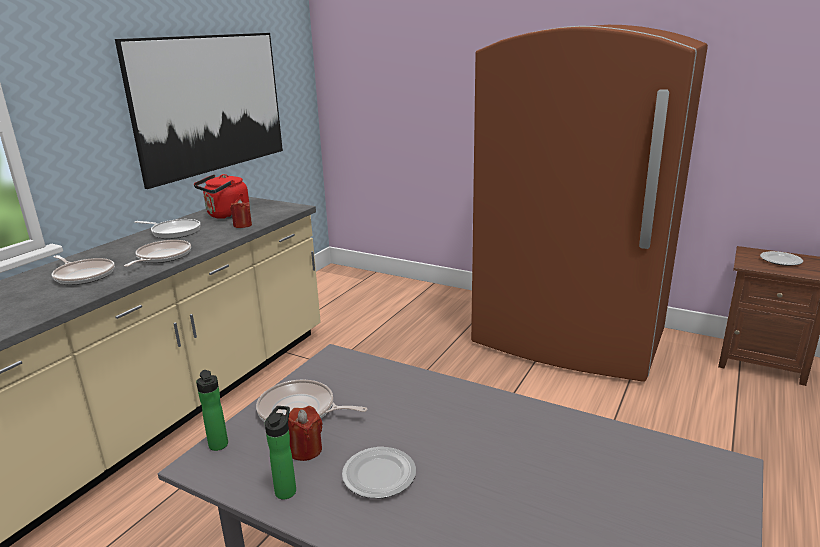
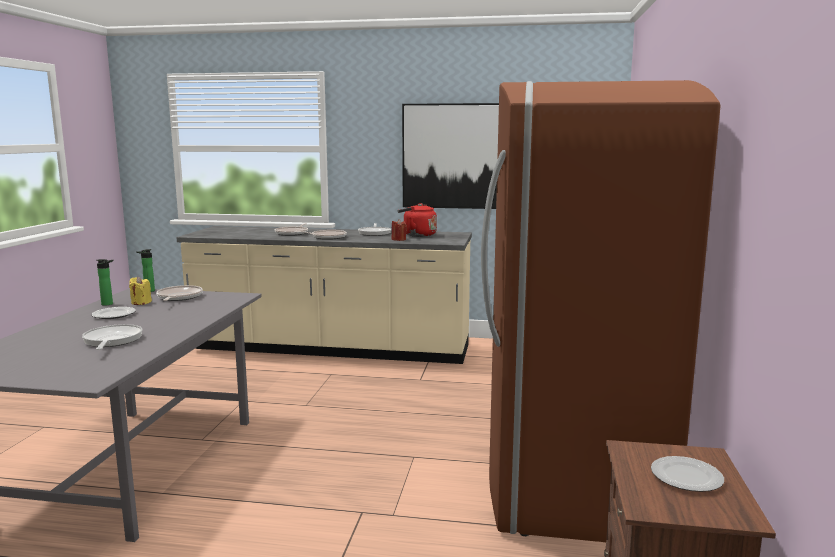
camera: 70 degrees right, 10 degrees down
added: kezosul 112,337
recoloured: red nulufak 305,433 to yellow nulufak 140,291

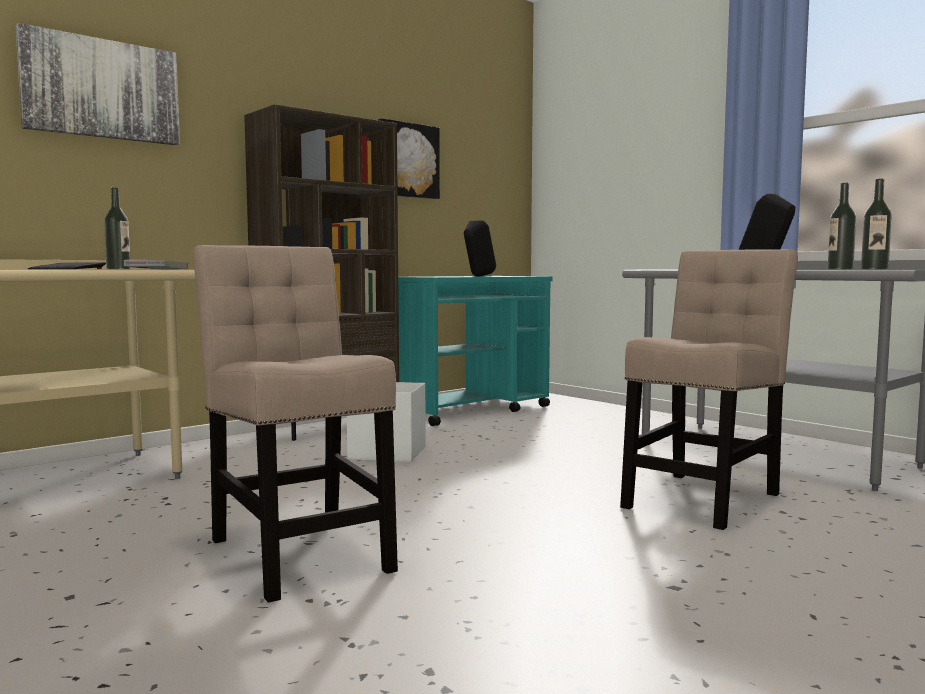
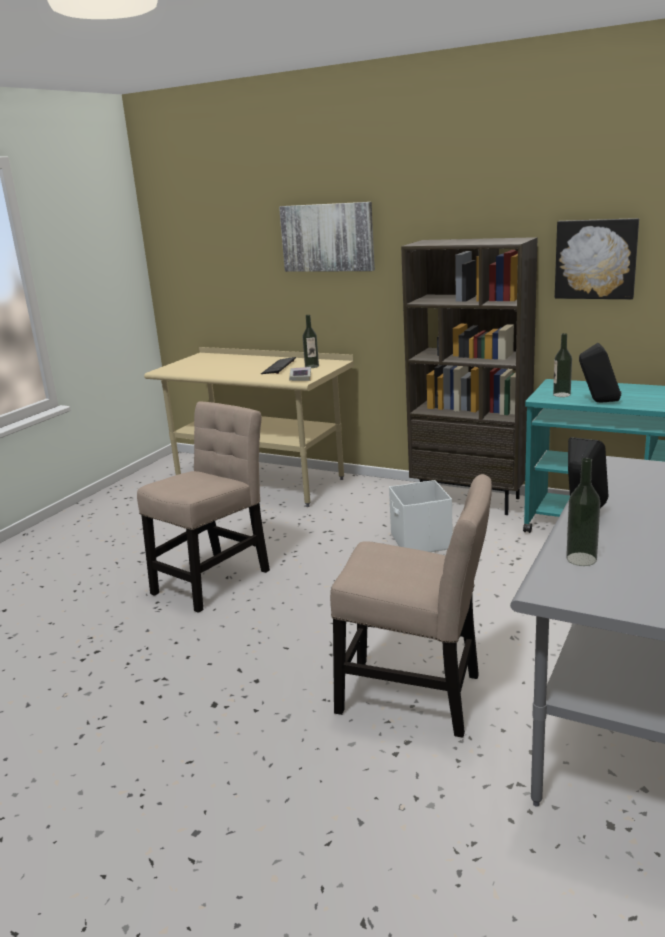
camera: 70 degrees right, 15 degrees up
moved: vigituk 876,223 to 562,365

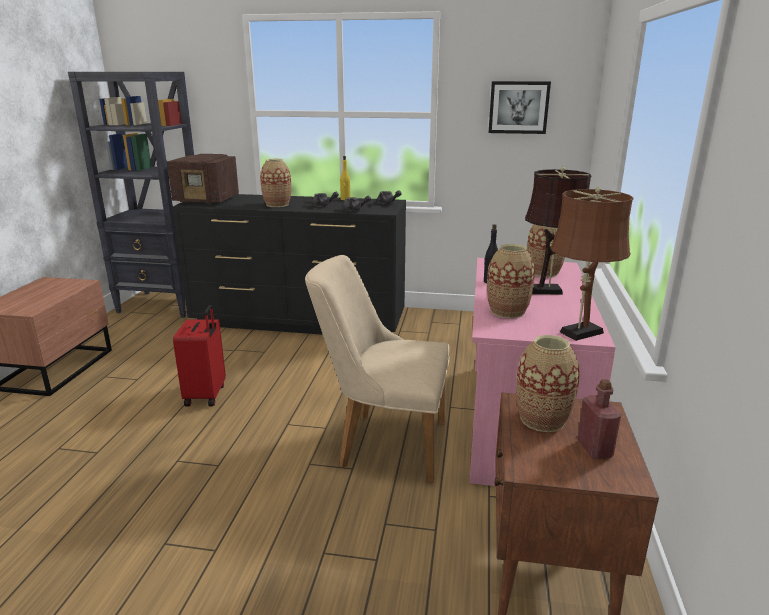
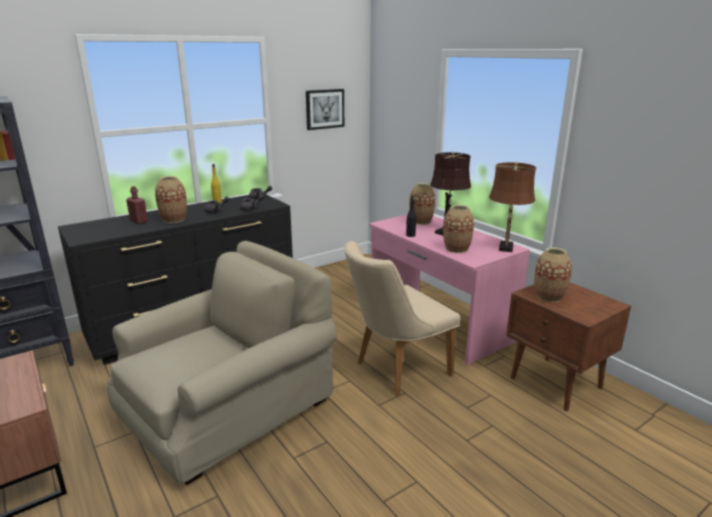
camera: 45 degrees left, 0 degrees up
removed: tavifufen 203,179
moved: red vigituk 599,419 to 137,205
replaced: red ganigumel 199,355 to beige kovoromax 222,363

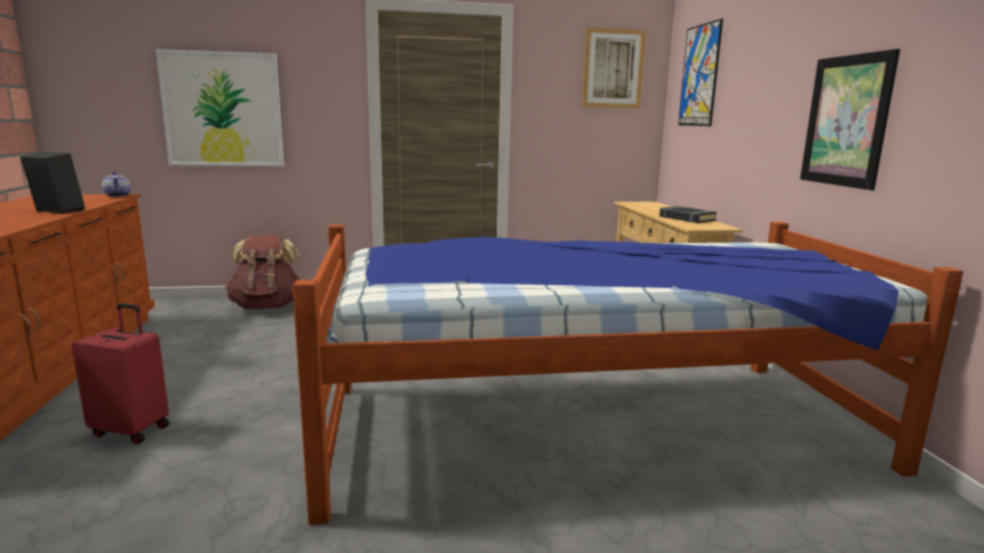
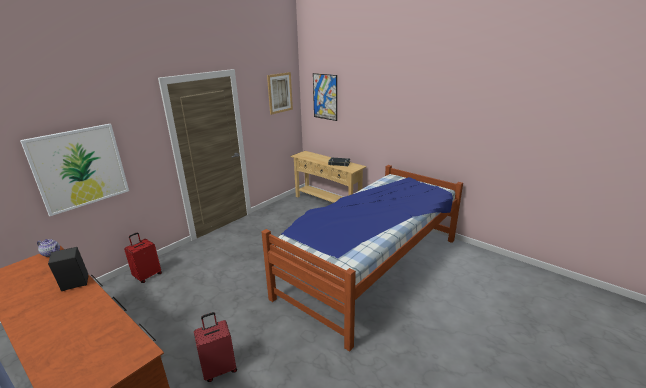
camera: 40 degrees left, 10 degrees up
removed: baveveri 850,119
replaced: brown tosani 262,272 to red ganigumel 143,257

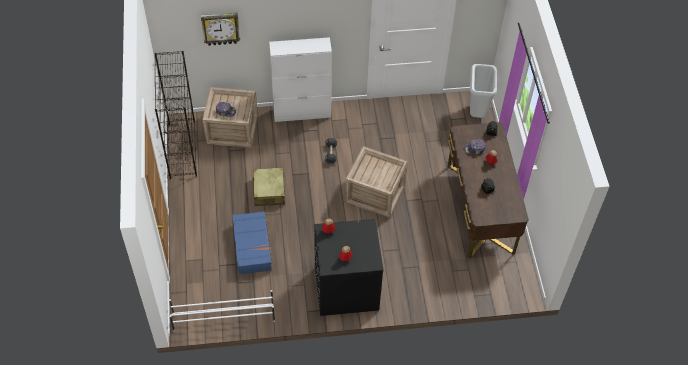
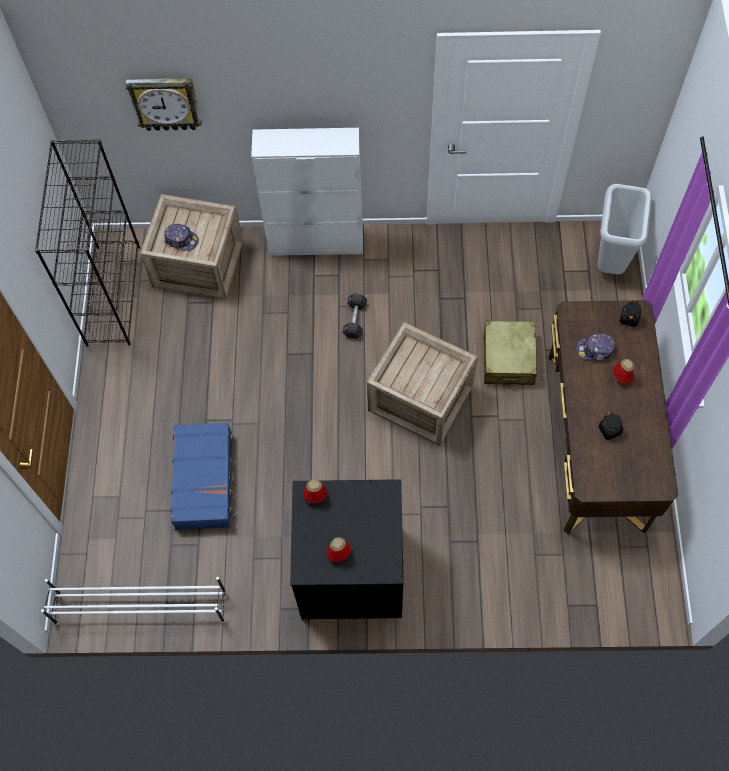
camera: 10 degrees right, 10 degrees up
moved: beige ganigumel 268,186 to 509,353

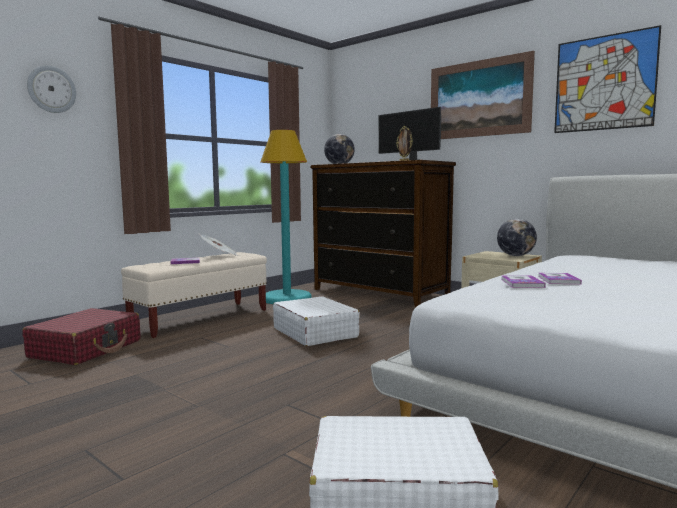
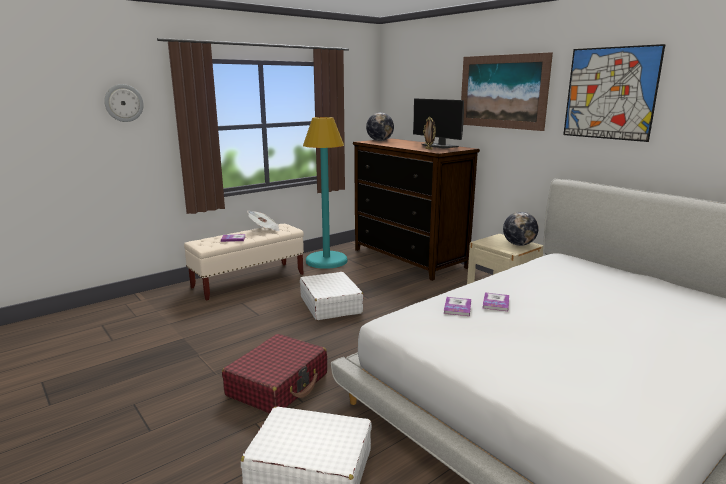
camera: 10 degrees right, 10 degrees up
moved: red ganigumel 81,336 to 274,374

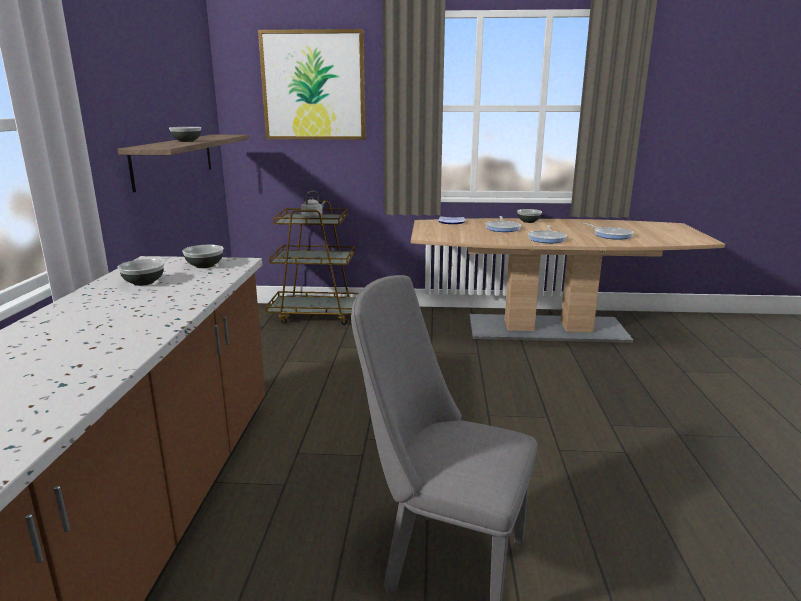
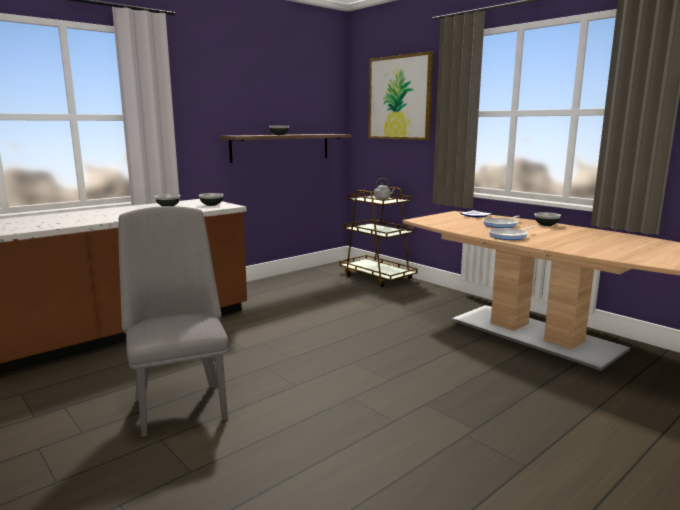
camera: 45 degrees right, 5 degrees down
removed: kezosul 608,231

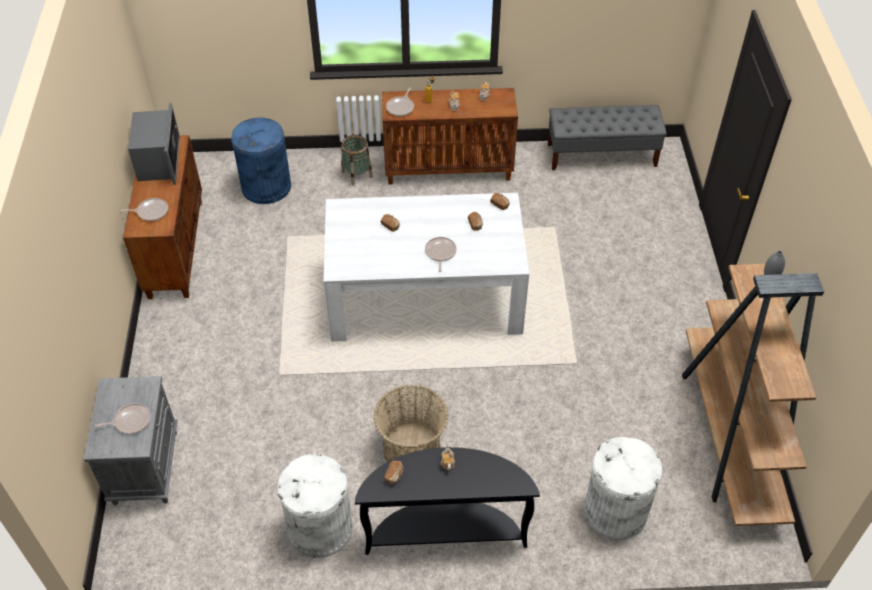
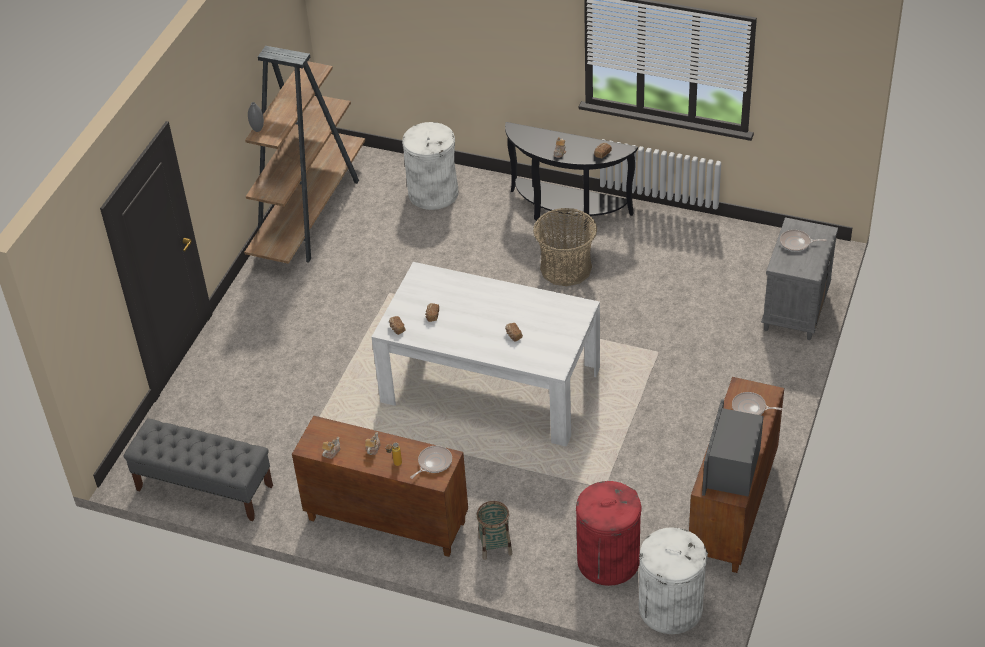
camera: 155 degrees left, 5 degrees down
removed: kezosul 441,254
moved: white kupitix 315,506 to 673,580
recoloured: blue kupitix 261,161 to red kupitix 609,533

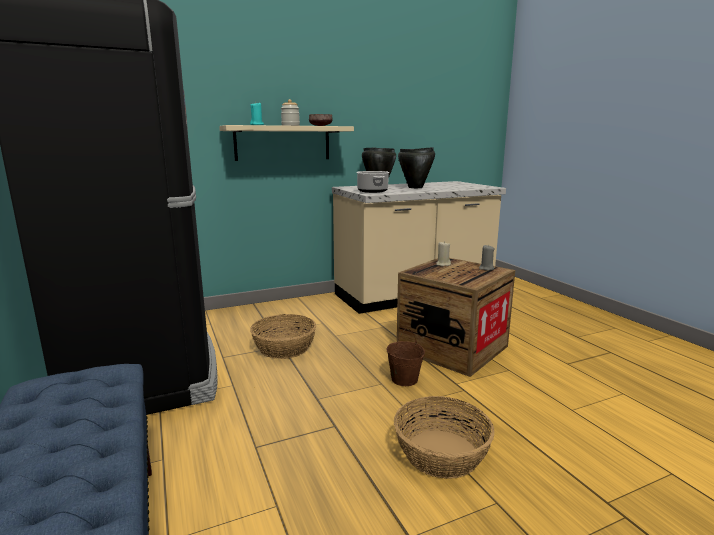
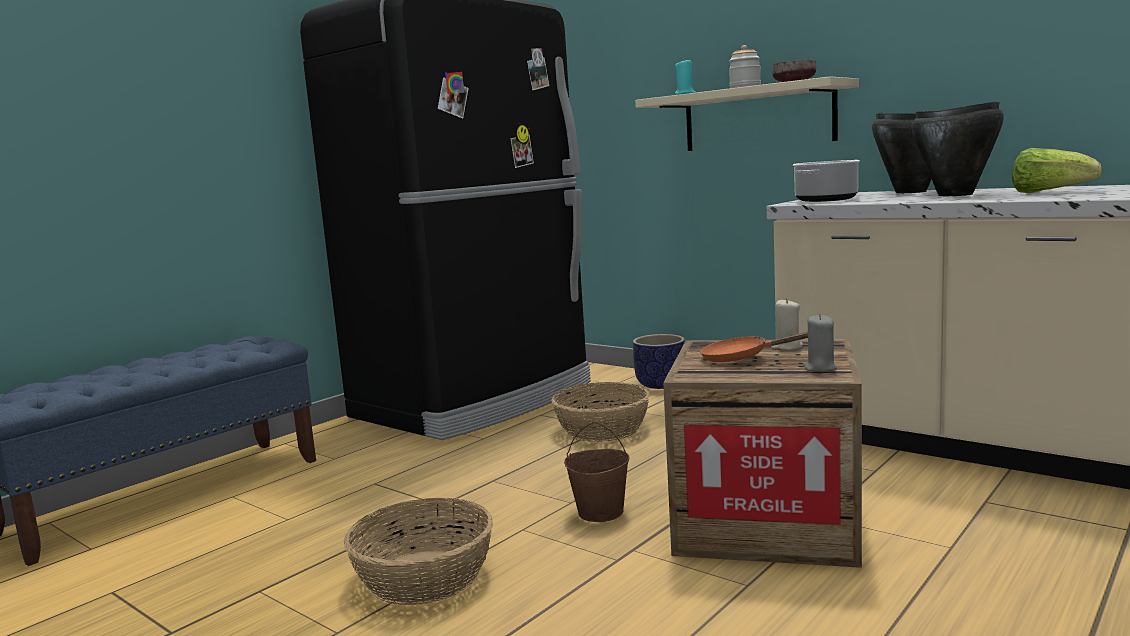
camera: 65 degrees right, 5 degrees down
added: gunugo 659,361; orange kezosul 754,347; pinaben 1057,170

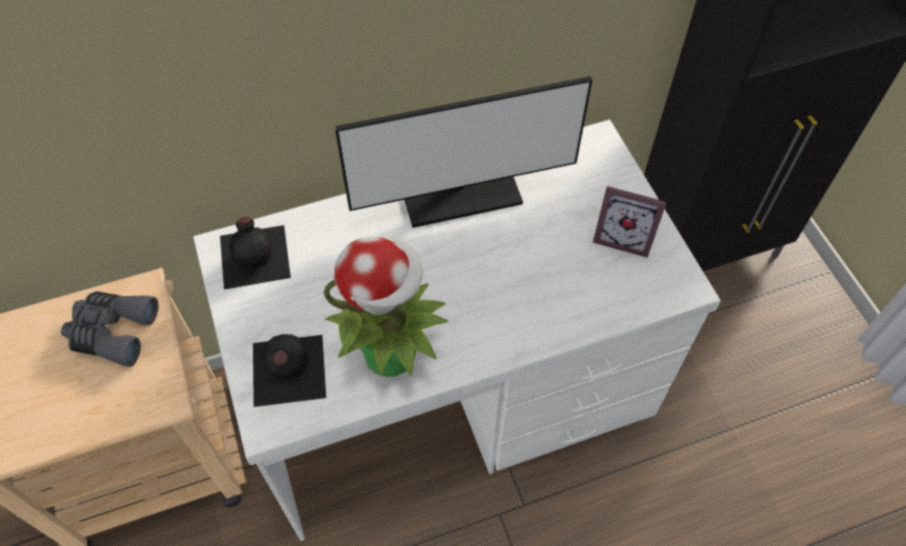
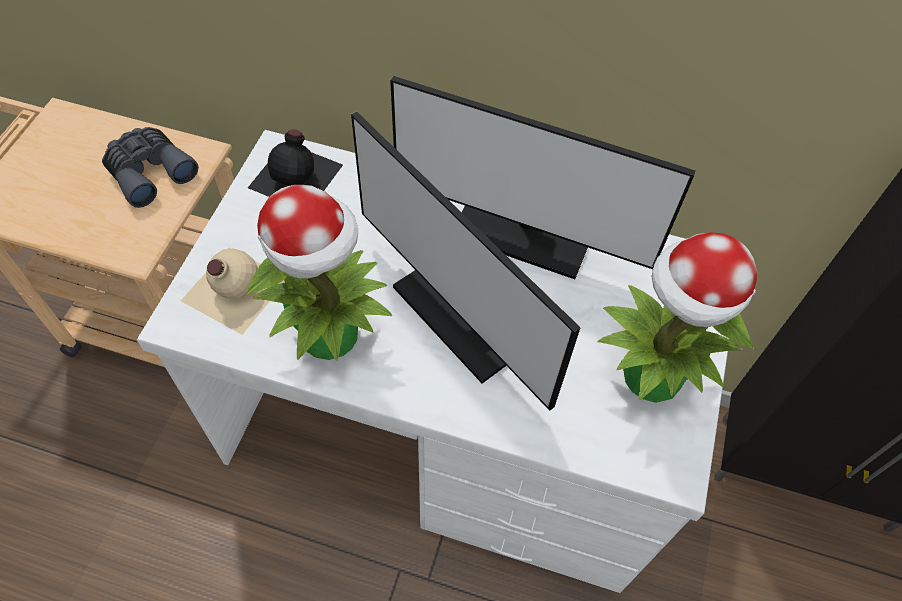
camera: 35 degrees right, 0 degrees up
added: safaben 466,261
replaced: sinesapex 630,222 to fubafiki 678,317
recoloured: black vigituk 289,370 to beige vigituk 233,291

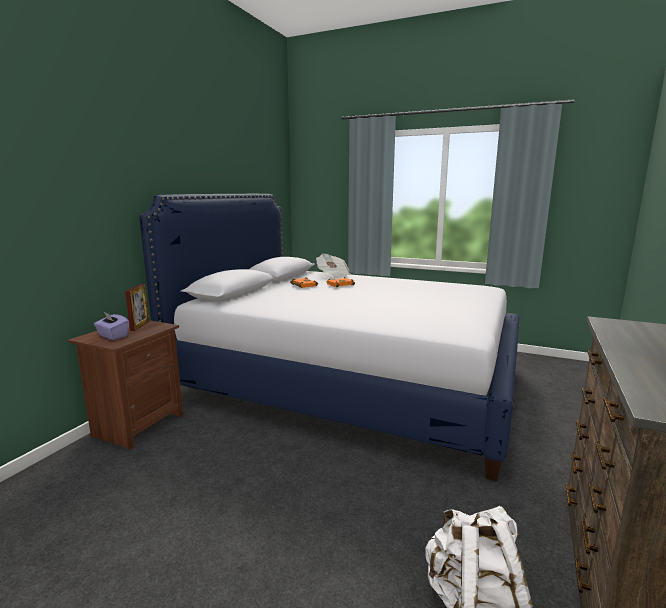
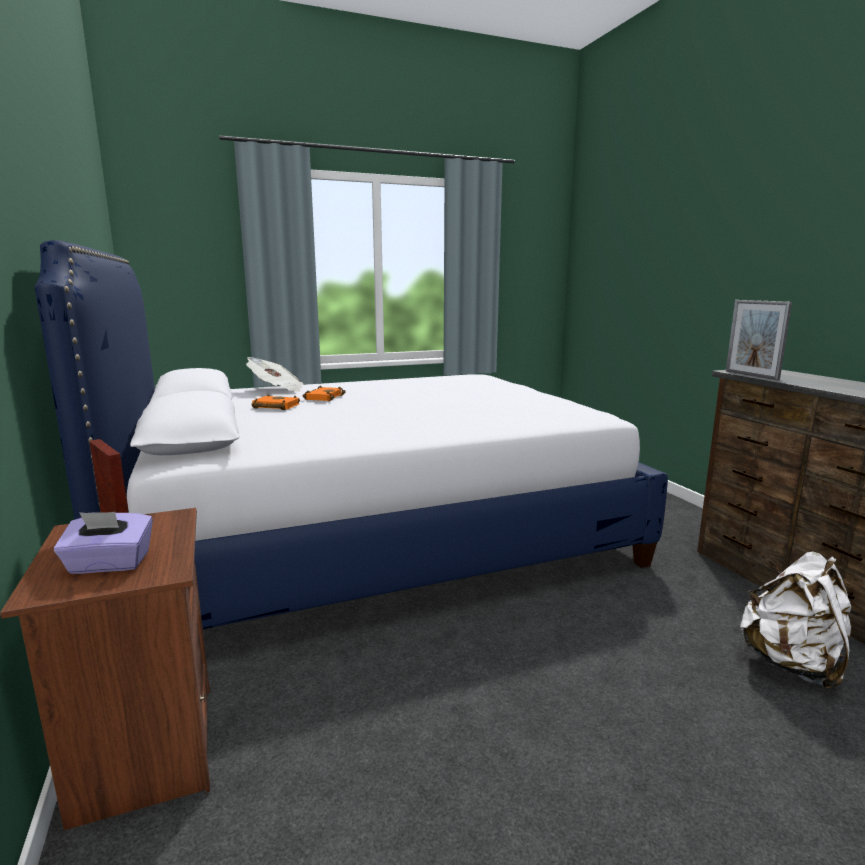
camera: 45 degrees left, 0 degrees up
added: sinesapex 759,340

